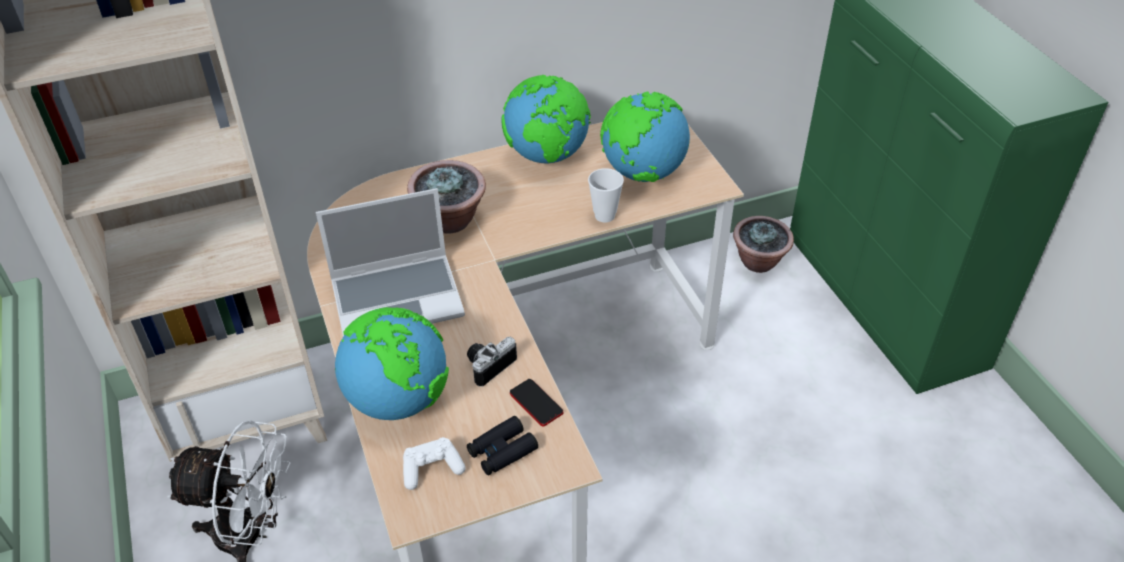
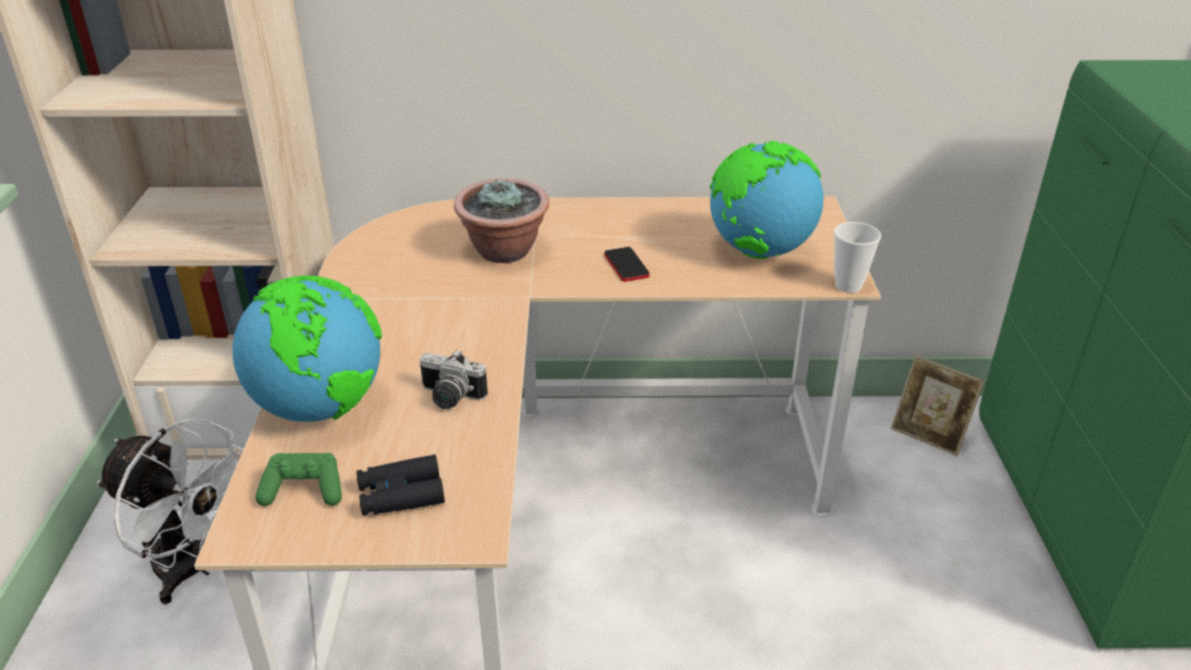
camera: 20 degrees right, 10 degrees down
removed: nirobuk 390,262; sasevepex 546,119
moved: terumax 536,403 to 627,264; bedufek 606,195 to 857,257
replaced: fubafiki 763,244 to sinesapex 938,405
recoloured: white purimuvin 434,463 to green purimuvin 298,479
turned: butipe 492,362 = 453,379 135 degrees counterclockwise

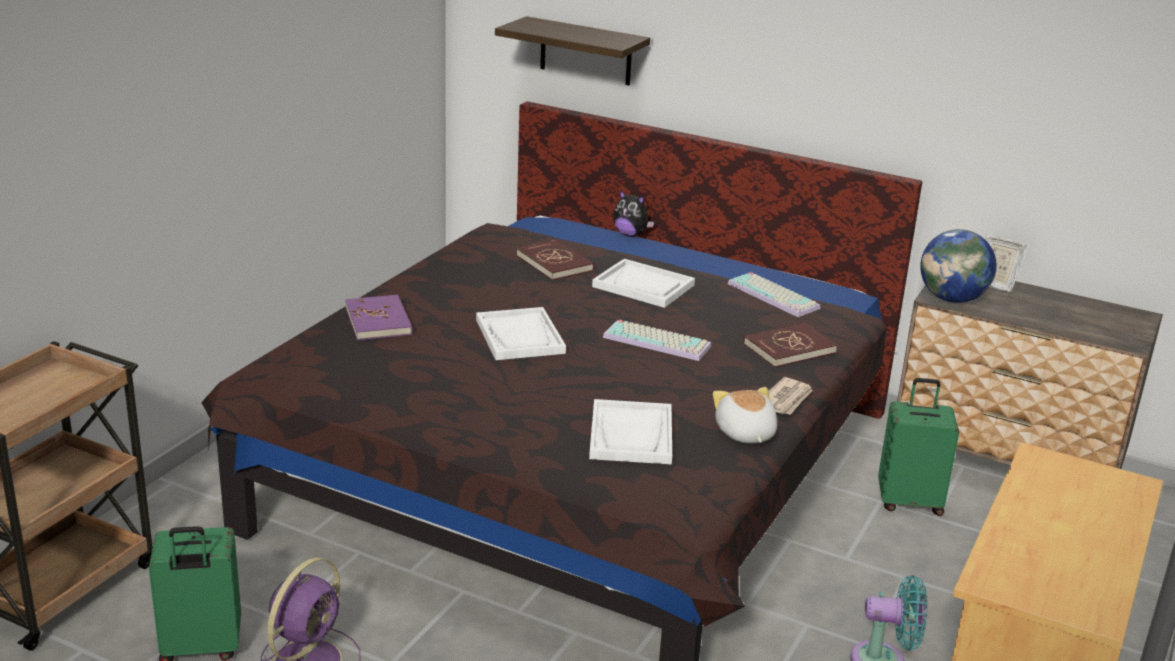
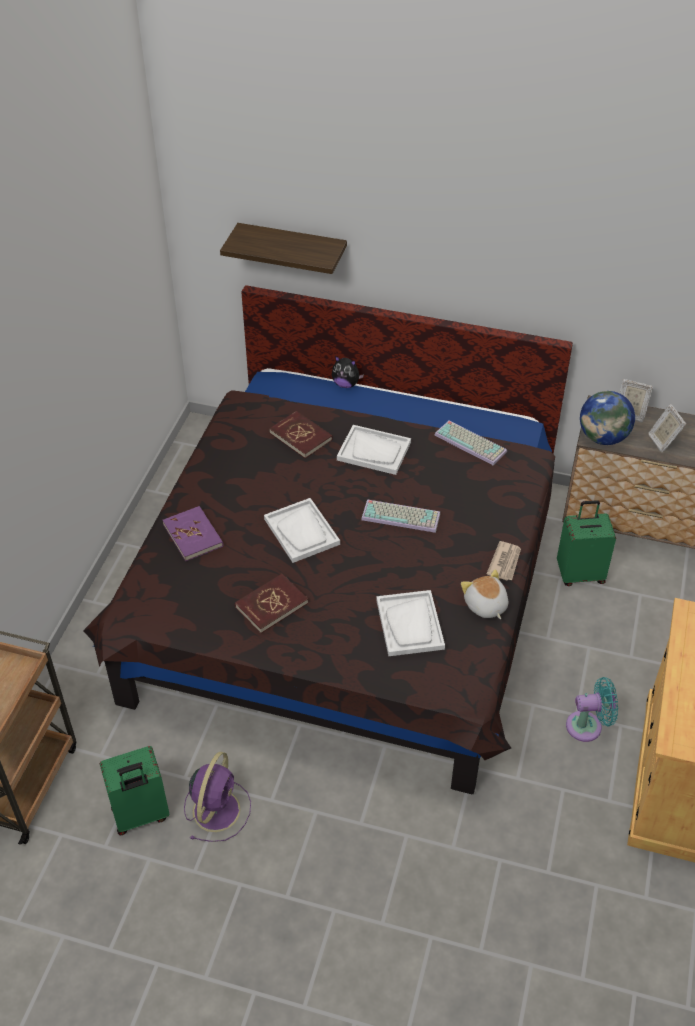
camera: 10 degrees left, 20 degrees up
added: sinesapex 667,428
moved: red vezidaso 790,344 to 271,603

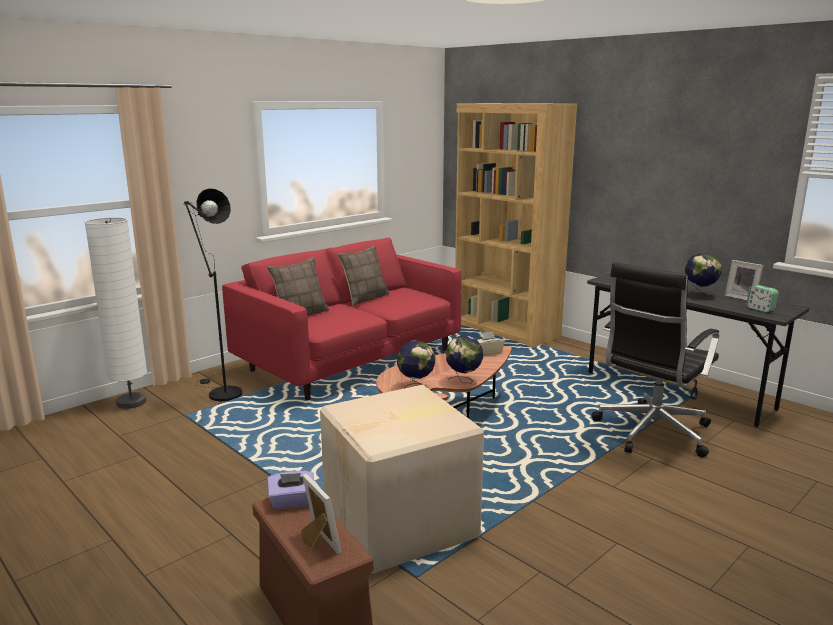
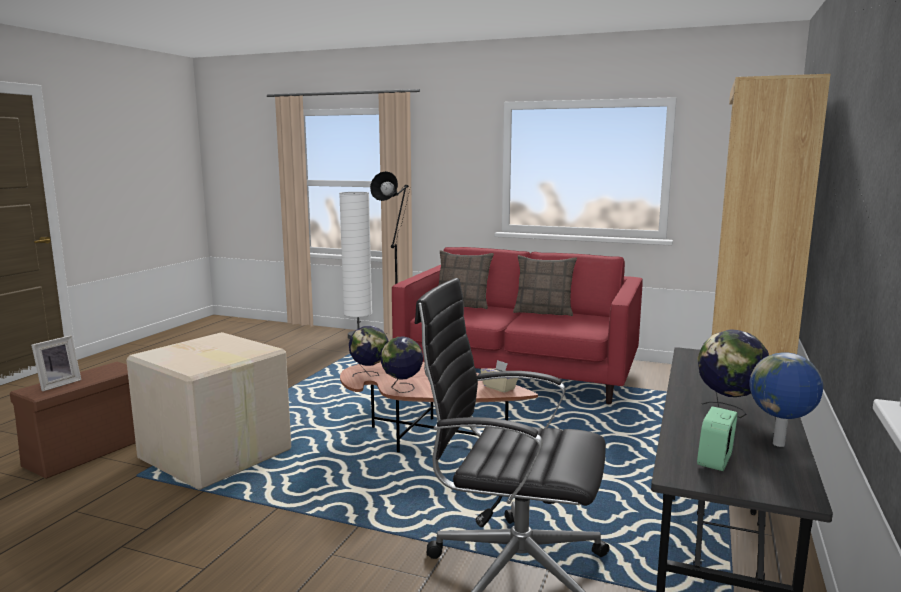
camera: 65 degrees right, 5 degrees down
removed: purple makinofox 291,490
replaced: sinesapex 744,280 to sasevepex 786,399

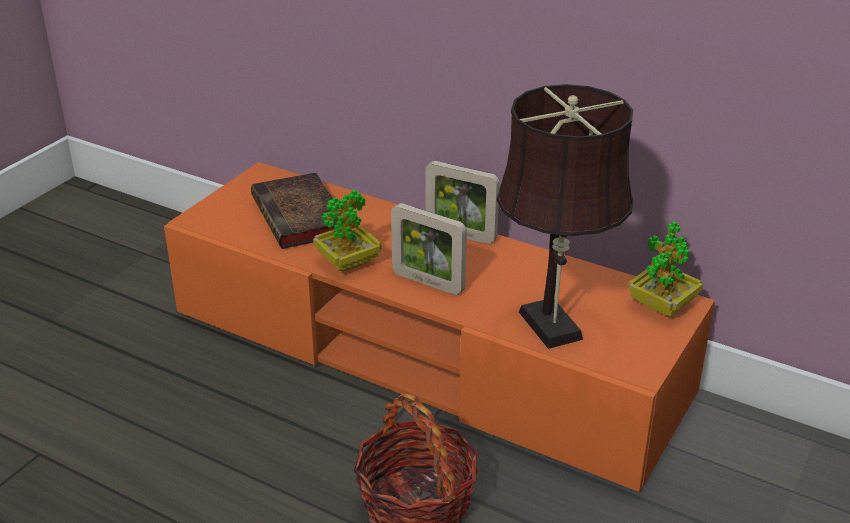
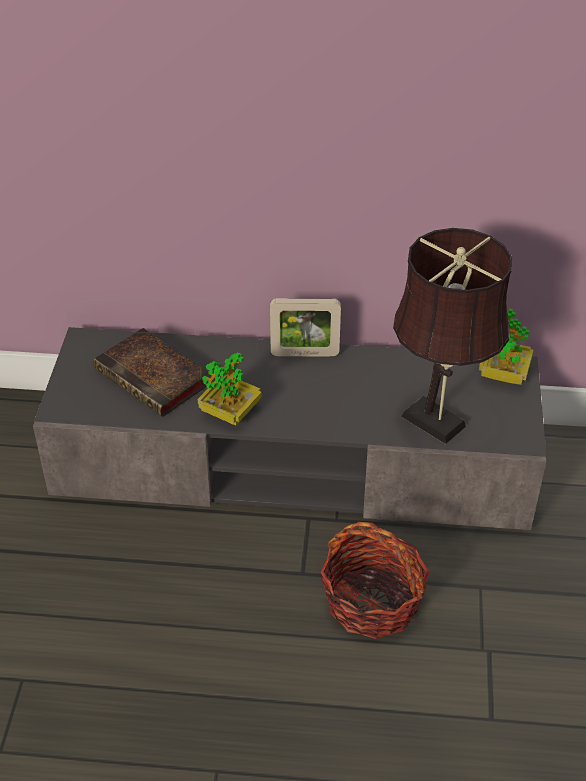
camera: 25 degrees left, 10 degrees up
removed: sinesapex 429,249
recoloured: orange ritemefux 439,327 to grey ritemefux 290,428

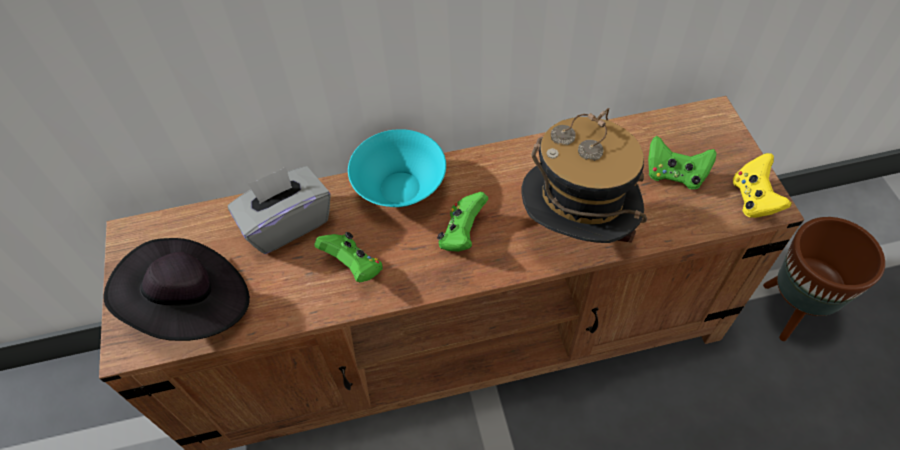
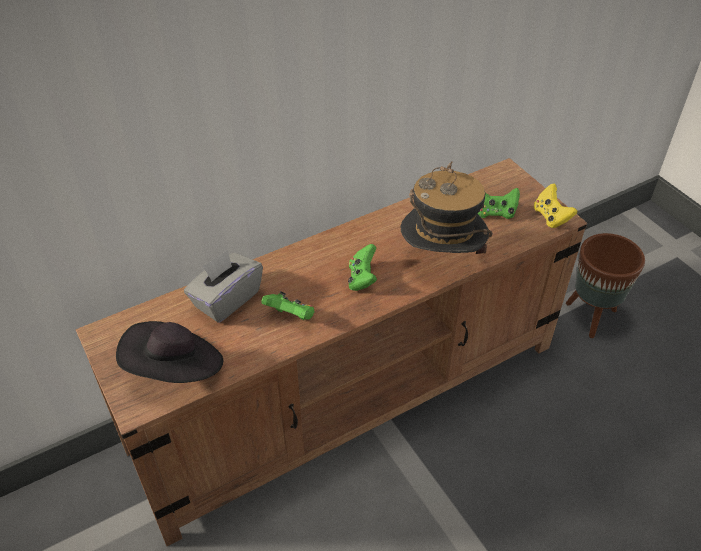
camera: 20 degrees left, 10 degrees down
removed: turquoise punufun 397,168

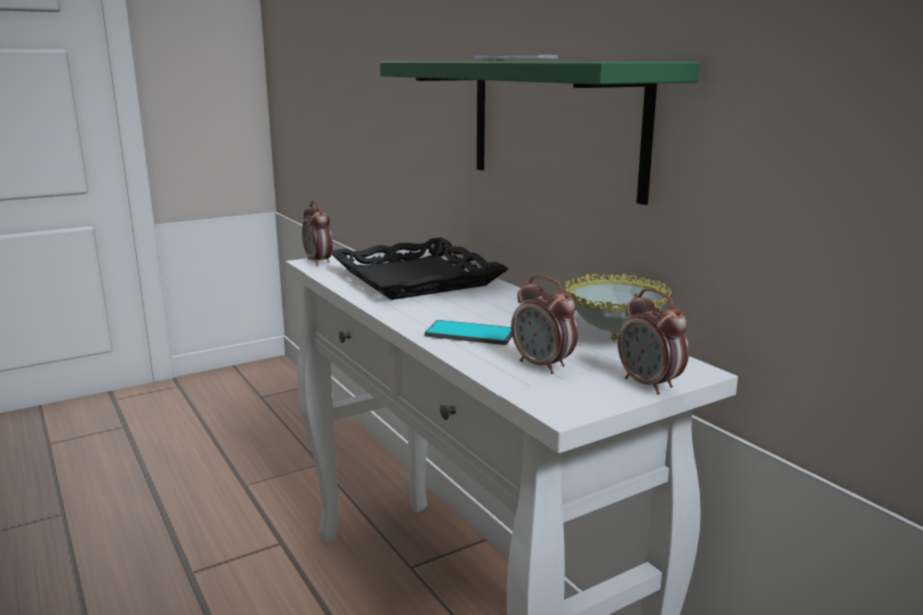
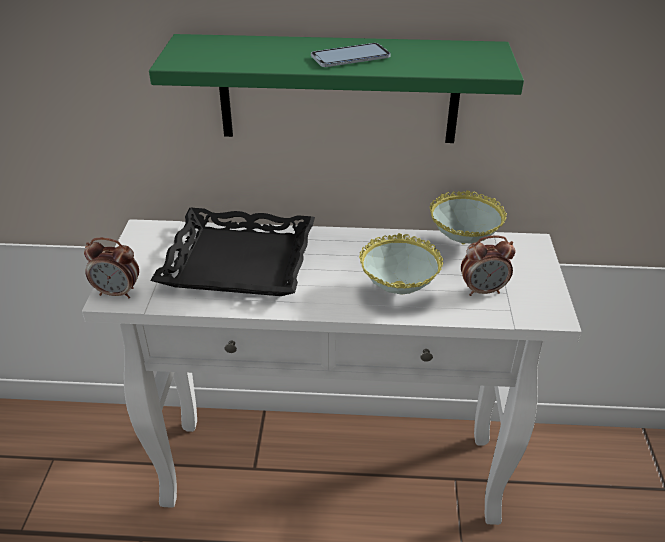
camera: 55 degrees left, 20 degrees up
removed: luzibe 653,341
replaced: terumax 468,332 to punufun 401,264

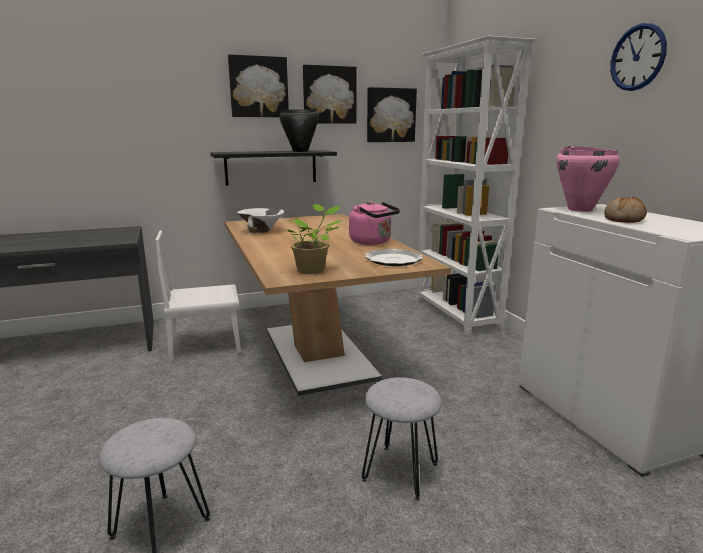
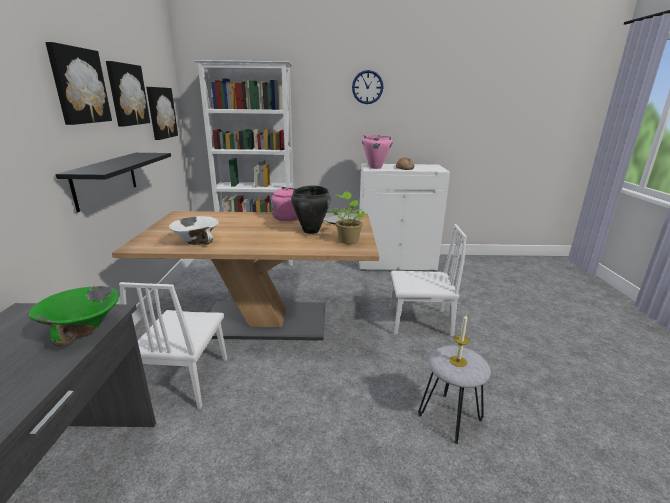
camera: 70 degrees left, 5 degrees up
added: green punufun 73,316; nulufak 460,341
moved: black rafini 299,130 to 310,209
replaced: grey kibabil 402,439 to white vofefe 428,280

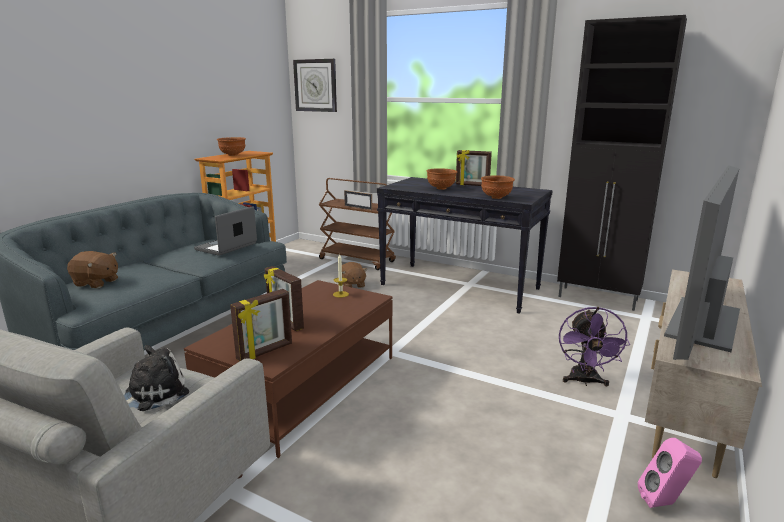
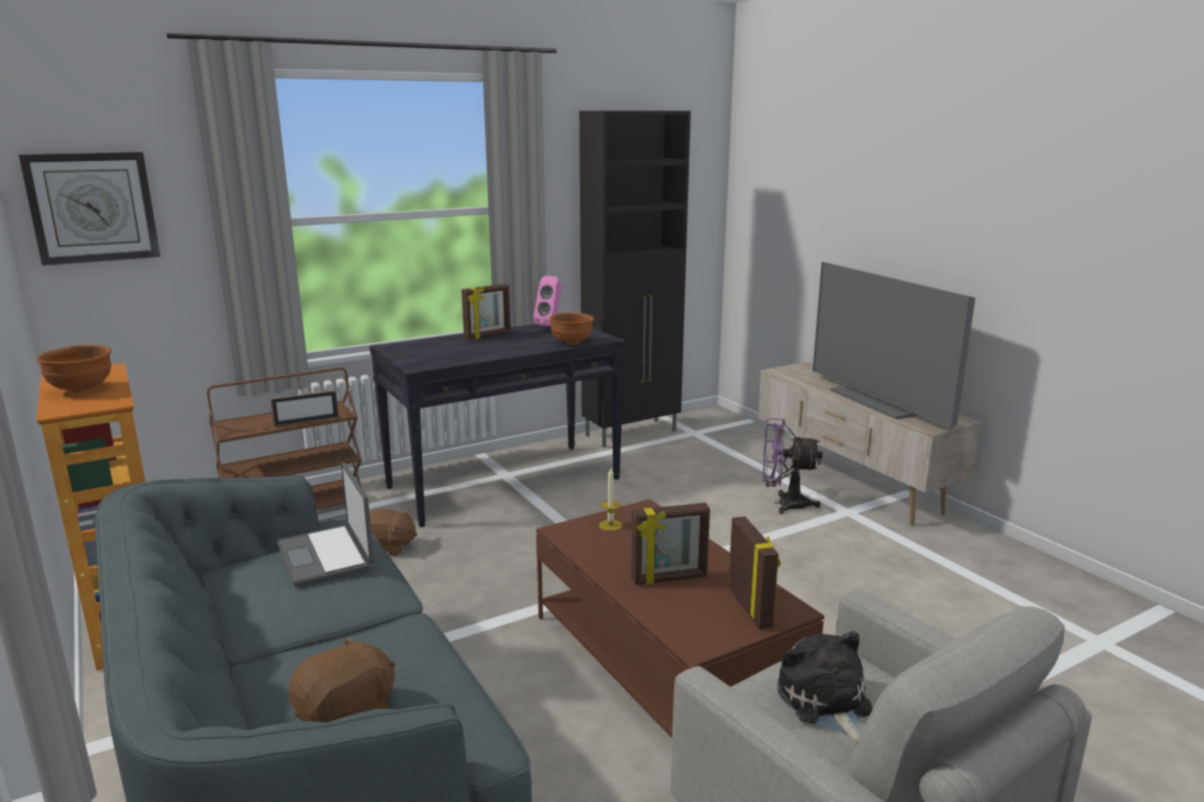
camera: 60 degrees left, 0 degrees up
removed: brown punufun 441,179
moved: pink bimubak 670,473 to 547,301
turned: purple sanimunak 594,347 = 793,466 150 degrees clockwise

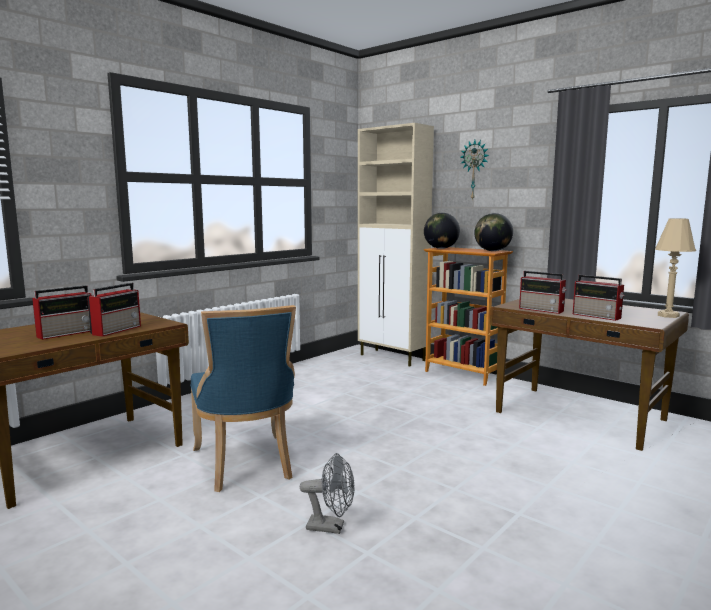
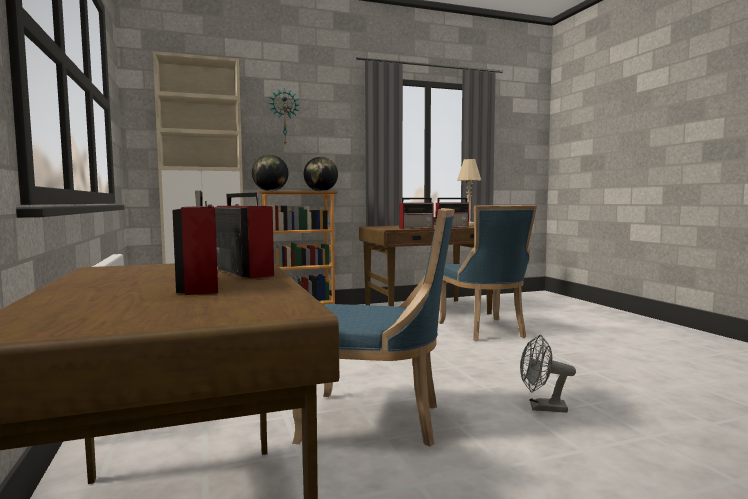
camera: 60 degrees left, 5 degrees down
added: blue vofefe 487,273
turned: grey sanimunak 327,493 = 548,374 120 degrees counterclockwise

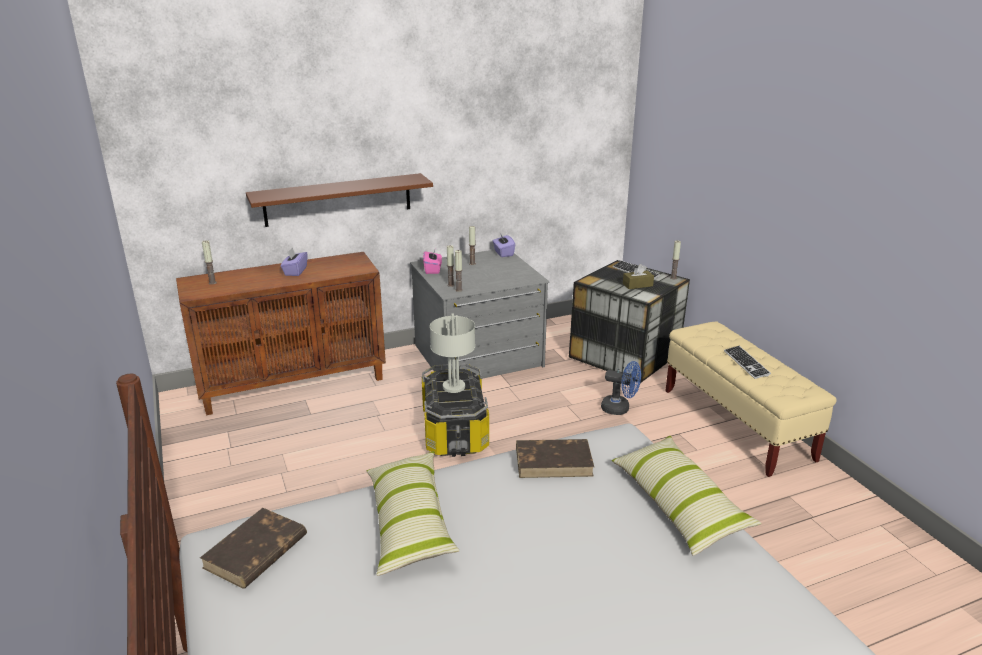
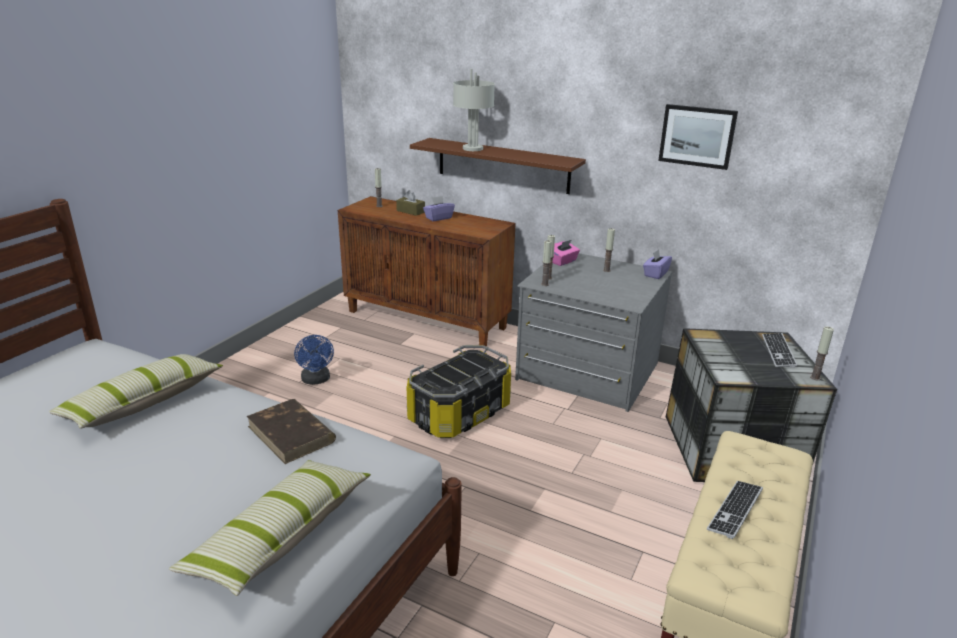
camera: 50 degrees right, 0 degrees up
removed: brown vezidaso 253,548
added: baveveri 698,137
moved: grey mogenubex 452,353 to 474,110; blue sanimunak 621,388 to 314,360; brown makinofox 638,276 to 410,203

